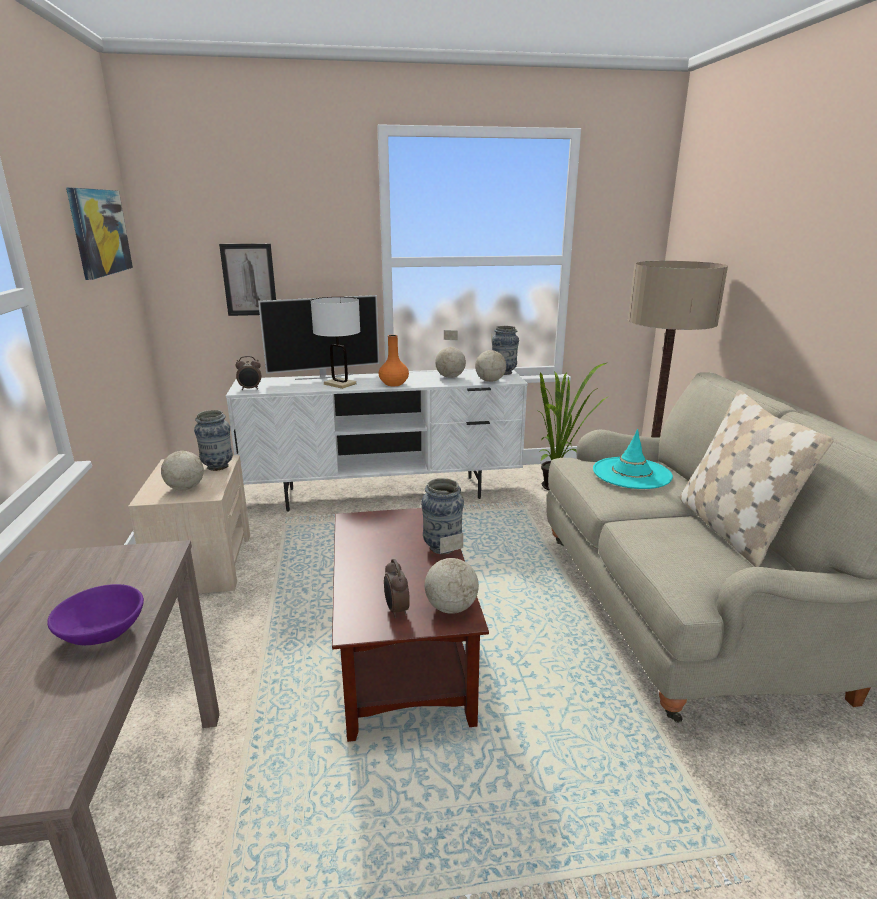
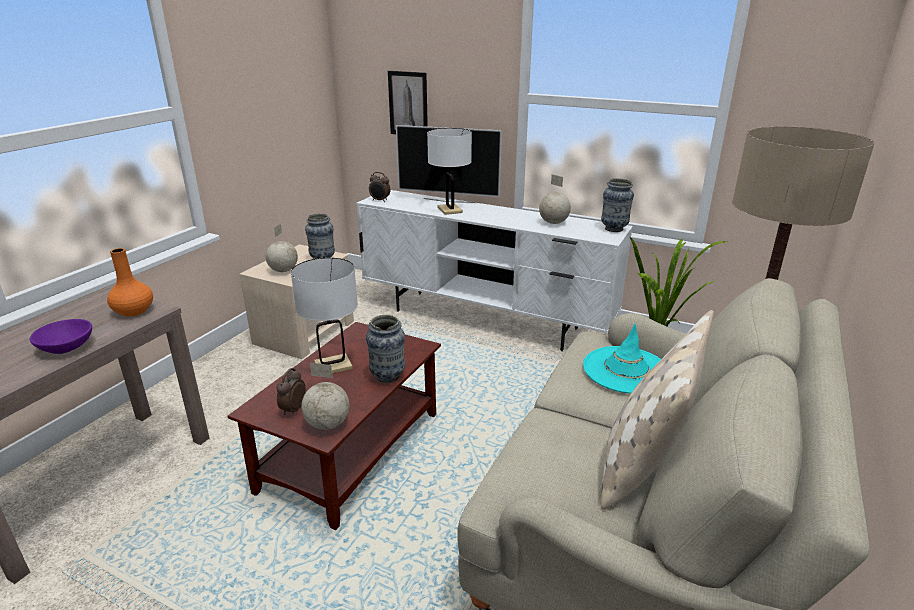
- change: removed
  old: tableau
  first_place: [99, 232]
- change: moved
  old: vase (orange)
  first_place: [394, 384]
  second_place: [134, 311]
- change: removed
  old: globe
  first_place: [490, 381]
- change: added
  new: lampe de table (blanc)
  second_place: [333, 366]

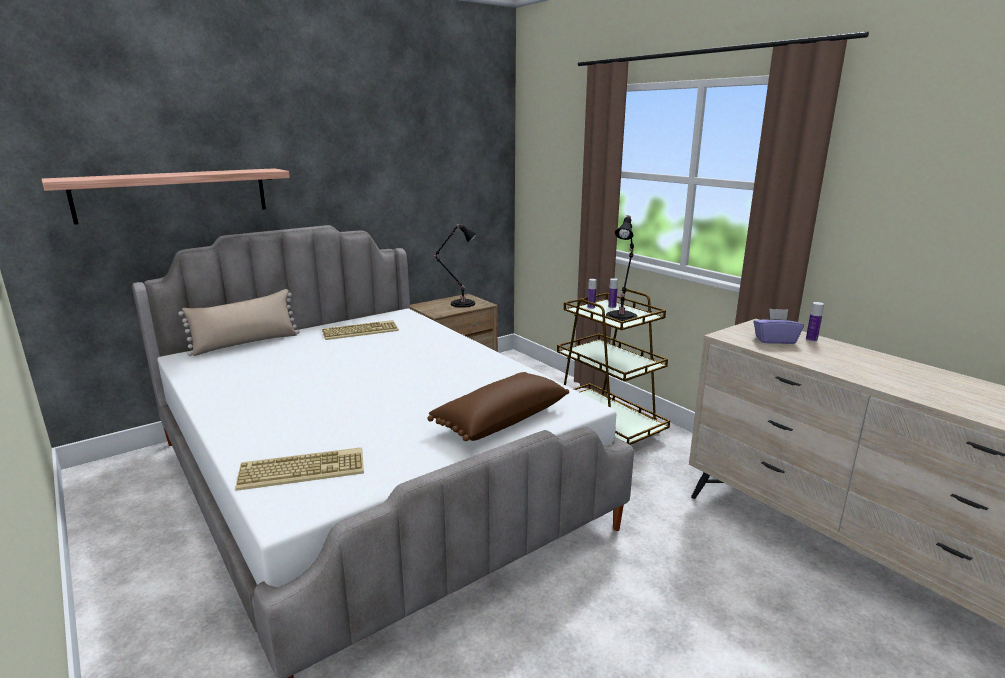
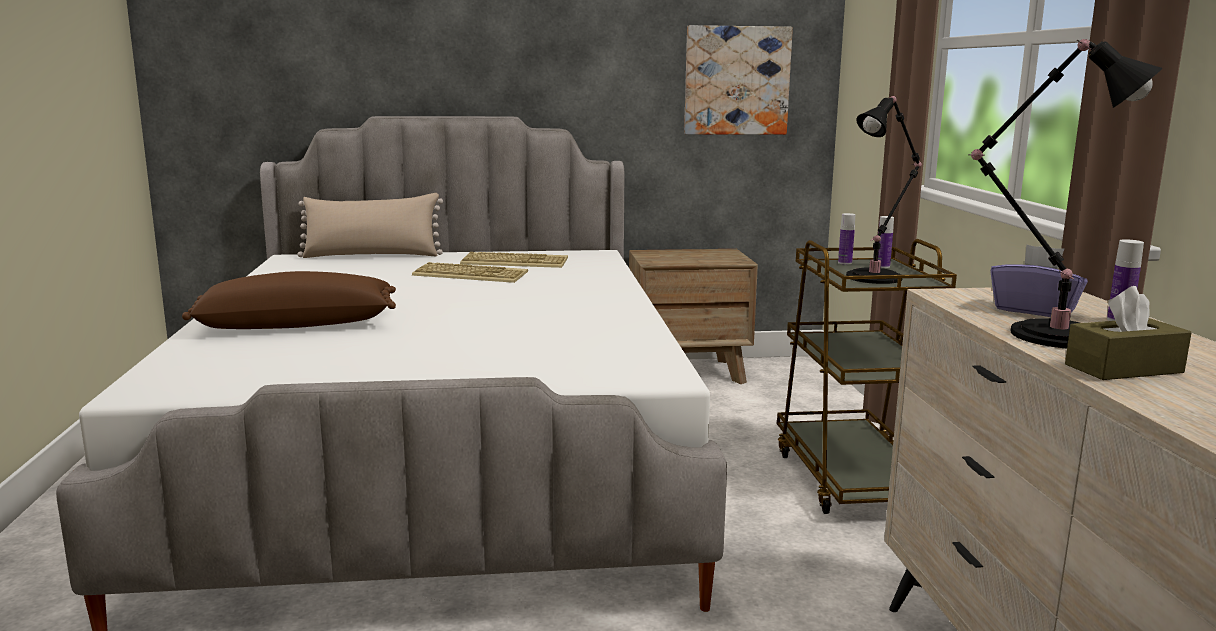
- change: removed
  old: étagère
  first_place: [173, 194]
- change: moved
  old: clavier
  first_place: [303, 469]
  second_place: [472, 274]
- change: moved
  old: coussin (marron)
  first_place: [500, 419]
  second_place: [297, 324]
- change: moved
  old: lampe de table (noir)
  first_place: [460, 304]
  second_place: [1048, 335]
- change: added
  new: tableau
  second_place: [736, 81]
- change: added
  new: boîte à mouchoirs (marron)
  second_place: [1123, 368]

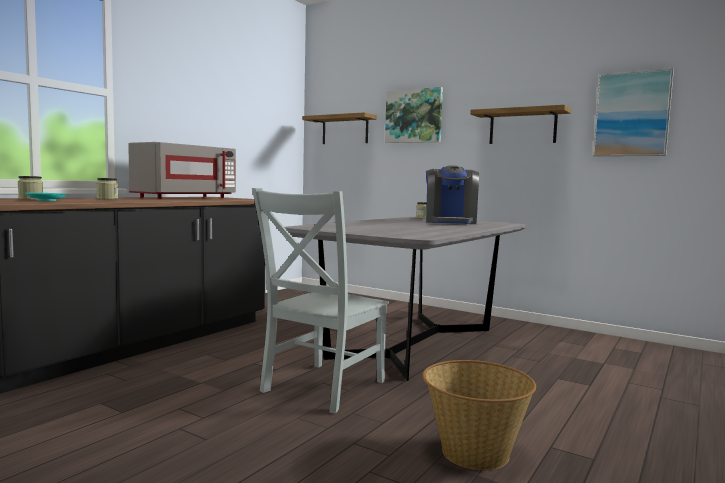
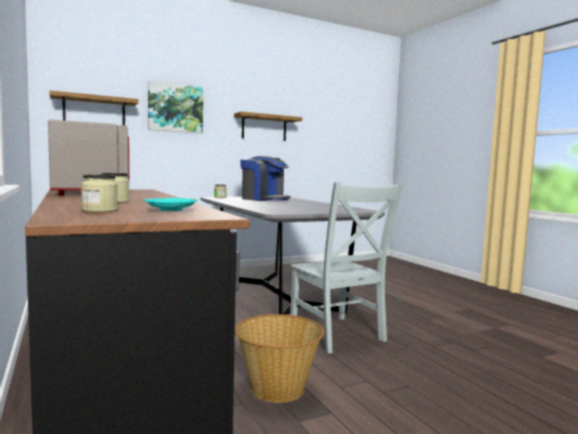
- change: moved
  old: panier
  first_place: [474, 453]
  second_place: [277, 389]
- change: removed
  old: tableau
  first_place: [632, 114]

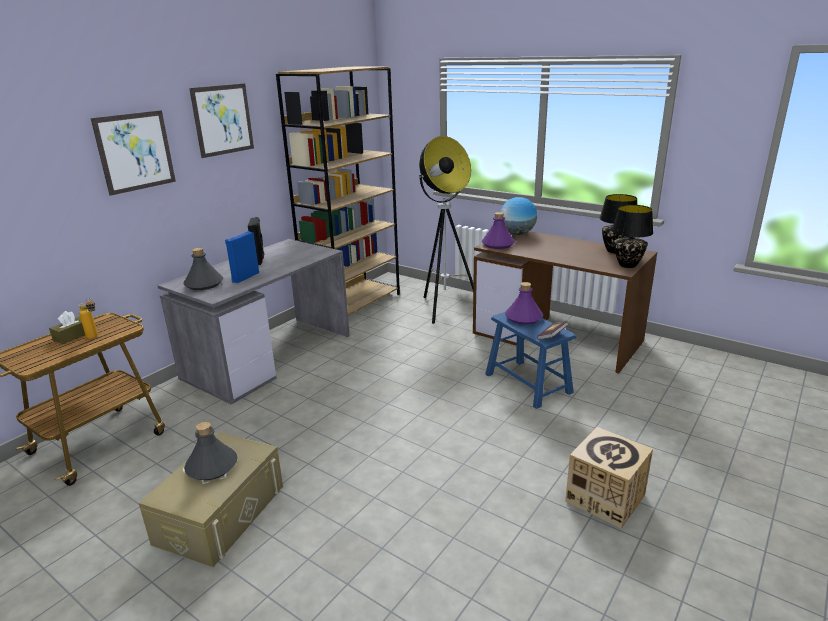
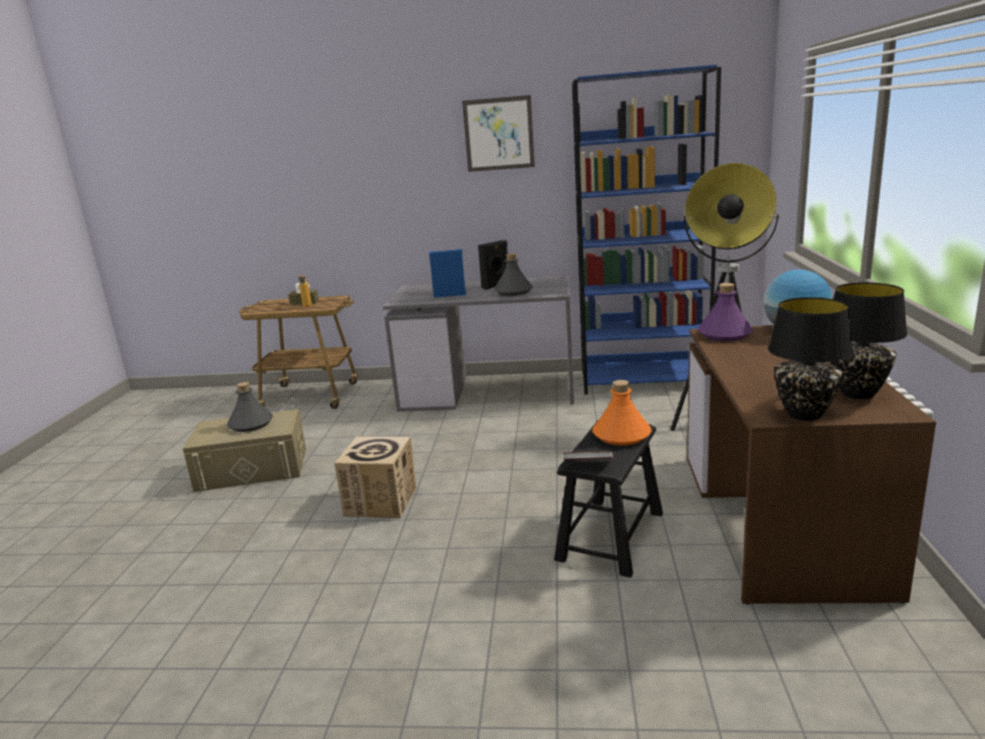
- change: removed
  old: tableau
  first_place: [135, 152]
- change: moved
  old: bouteille (gris)
  first_place: [204, 284]
  second_place: [513, 292]
- change: recoloured
  old: bibliothèque (marron)
  new: bibliothèque (bleu)
  first_place: [353, 304]
  second_place: [644, 380]
- change: recoloured
  old: tabouret (bleu)
  new: tabouret (noir)
  first_place: [528, 383]
  second_place: [610, 536]
- change: recoloured
  old: bouteille (violet)
  new: bouteille (orange)
  first_place: [523, 318]
  second_place: [622, 435]
- change: moved
  old: carton
  first_place: [605, 498]
  second_place: [381, 501]

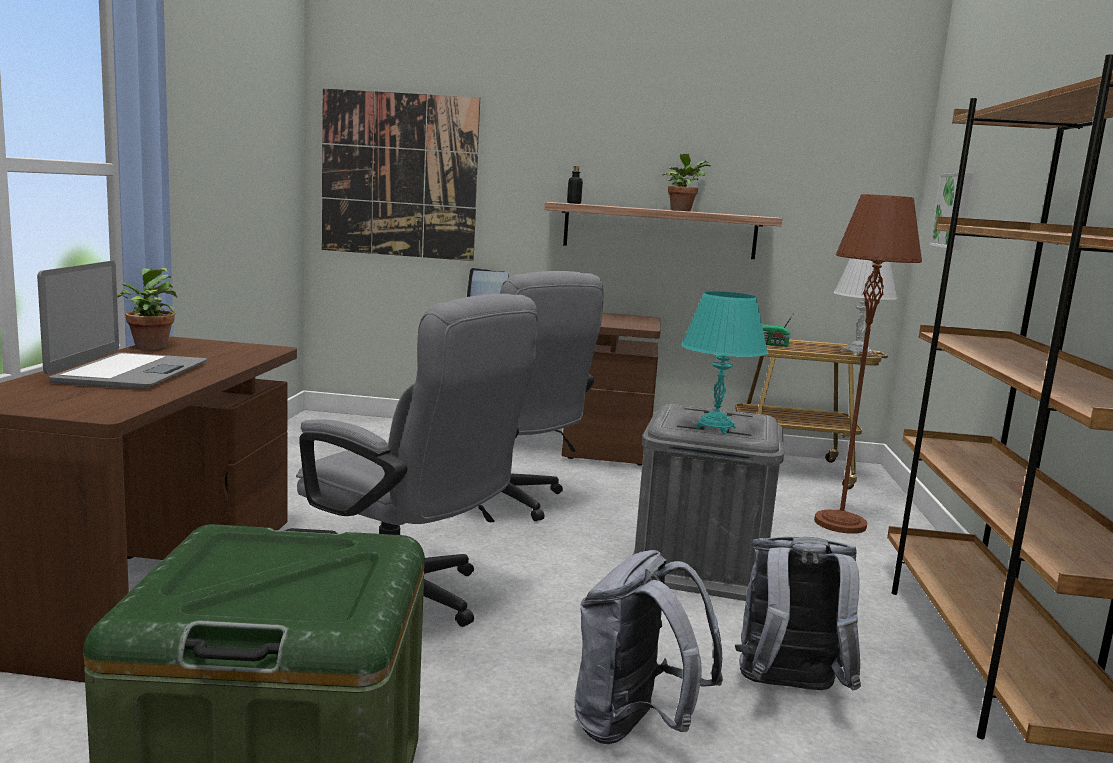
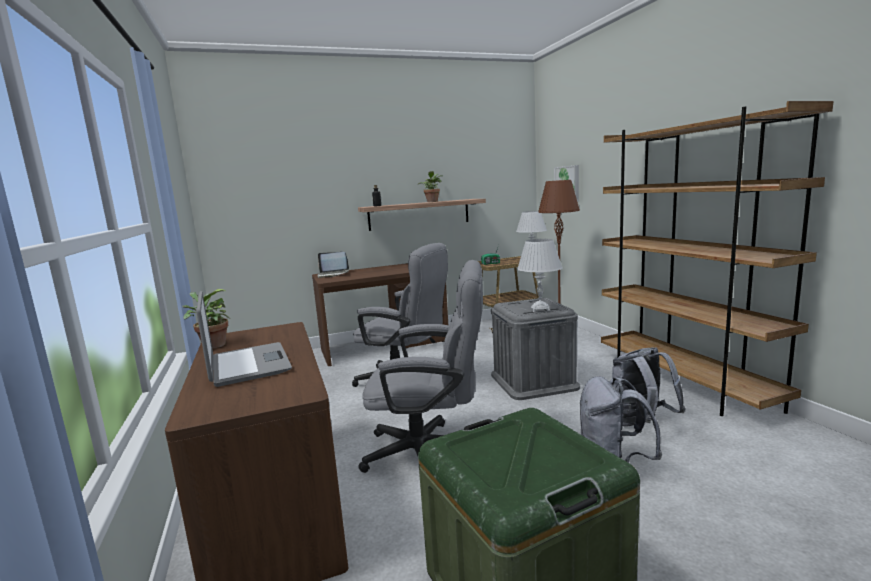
- change: removed
  old: tableau
  first_place: [399, 175]
- change: recoloured
  old: lampe de table (turquoise)
  new: lampe de table (blanc)
  first_place: [715, 428]
  second_place: [540, 309]

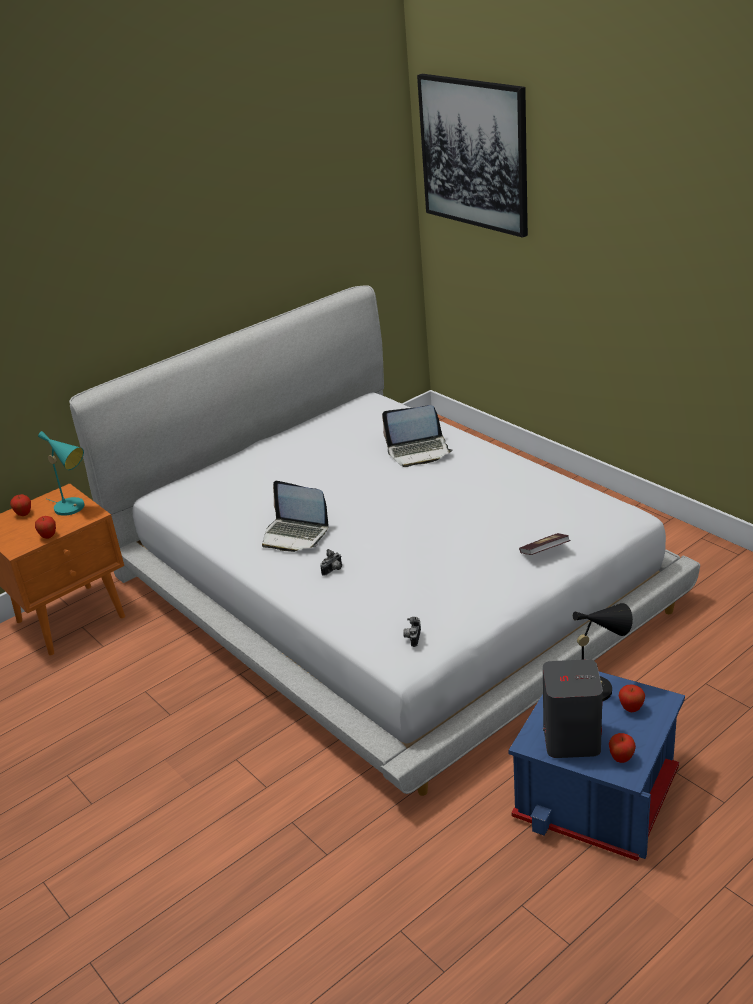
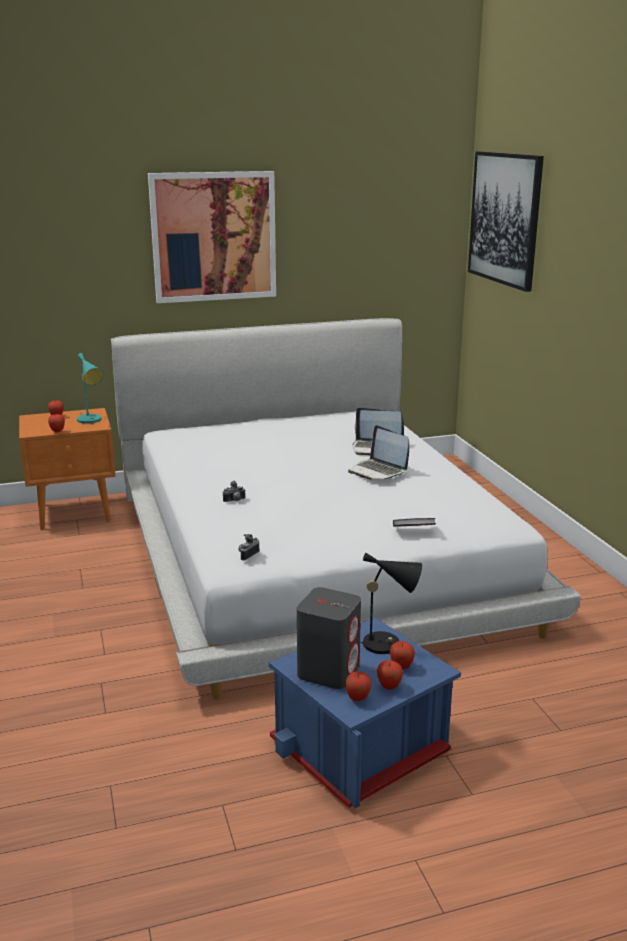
- change: moved
  old: ordinateur portable
  first_place: [295, 535]
  second_place: [378, 471]
- change: added
  new: tableau
  second_place: [214, 237]
- change: added
  new: pomme
  second_place: [389, 687]

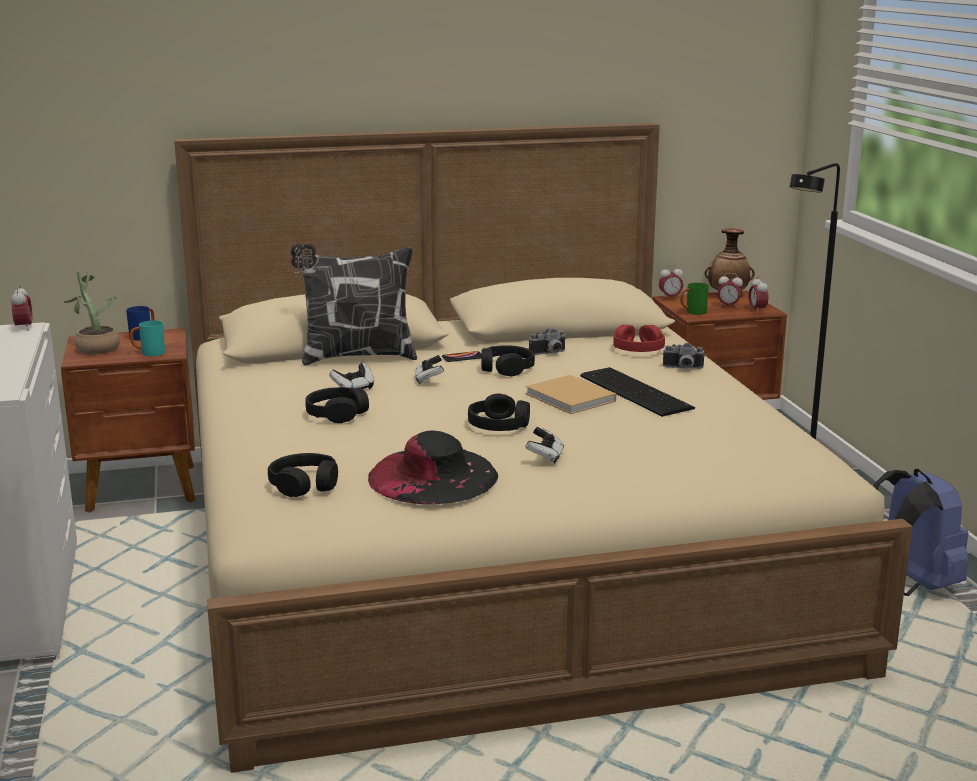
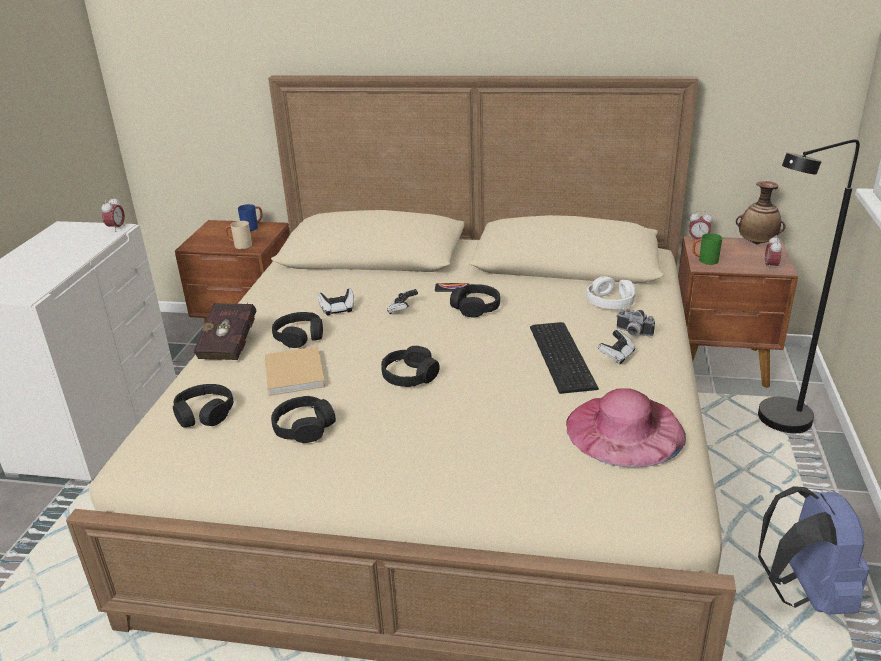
- change: removed
  old: plante en pot
  first_place: [95, 347]
- change: recoloured
  old: mug (turquoise)
  new: mug (beige)
  first_place: [148, 353]
  second_place: [239, 246]
- change: removed
  old: coussin
  first_place: [356, 357]
- change: replaced
  old: chapeau (noir)
  new: casque audio (noir)
  first_place: [433, 476]
  second_place: [304, 427]
- change: moved
  old: manette
  first_place: [545, 457]
  second_place: [616, 356]
- change: moved
  old: livre (beige)
  first_place: [572, 398]
  second_place: [294, 375]
- change: removed
  old: appareil photo
  first_place: [549, 353]
- change: recoloured
  old: casque audio (rouge)
  new: casque audio (blanc)
  first_place: [638, 349]
  second_place: [610, 302]
- change: removed
  old: réveil
  first_place: [728, 306]
- change: added
  new: livre (rouge)
  second_place: [231, 345]
- change: added
  new: chapeau (rose)
  second_place: [625, 429]

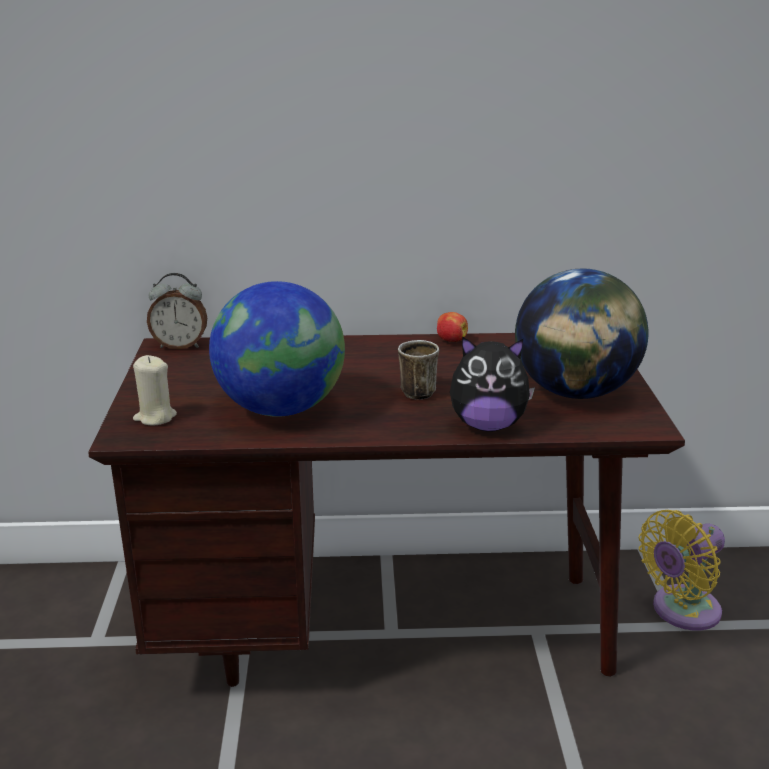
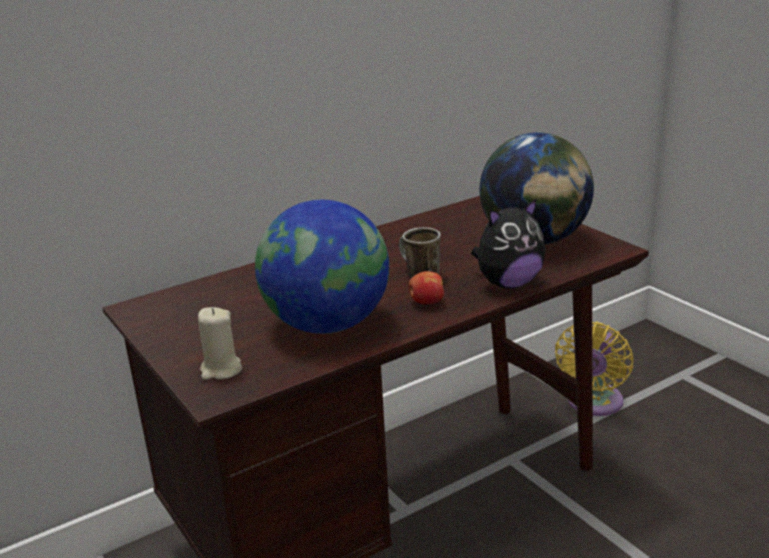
- change: removed
  old: réveil
  first_place: [180, 345]
- change: moved
  old: pomme
  first_place: [451, 340]
  second_place: [426, 303]

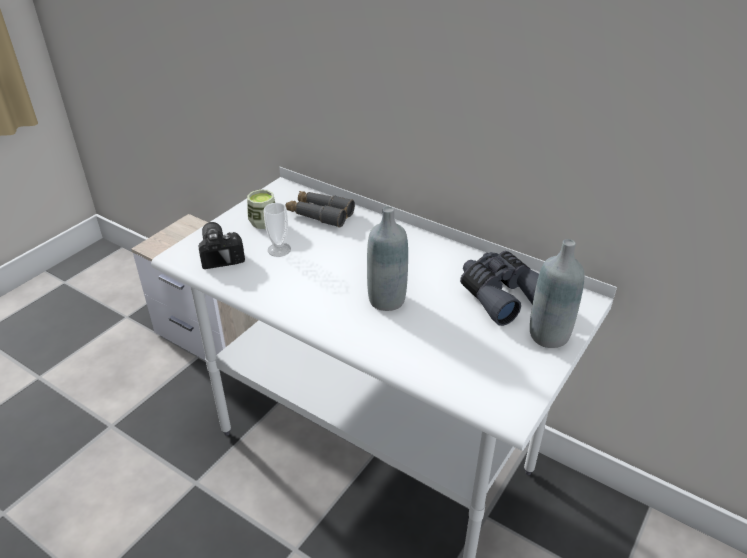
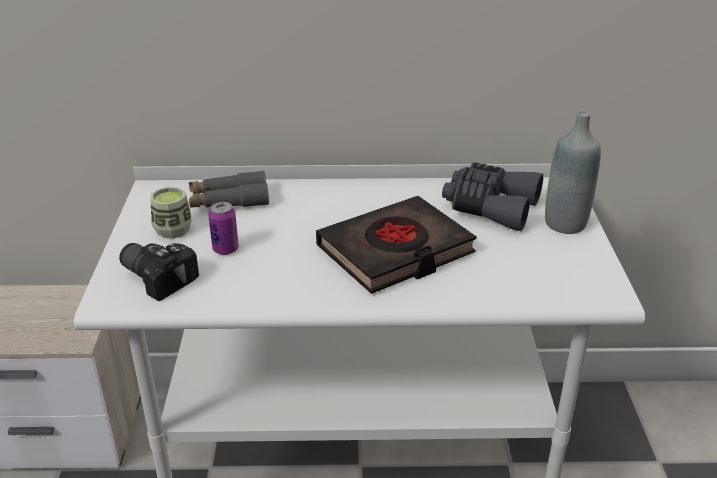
- change: replaced
  old: tasse
  new: boîte métallique
  first_place: [279, 249]
  second_place: [225, 249]
- change: replaced
  old: bouteille (gris)
  new: livre (noir)
  first_place: [386, 300]
  second_place: [395, 251]

